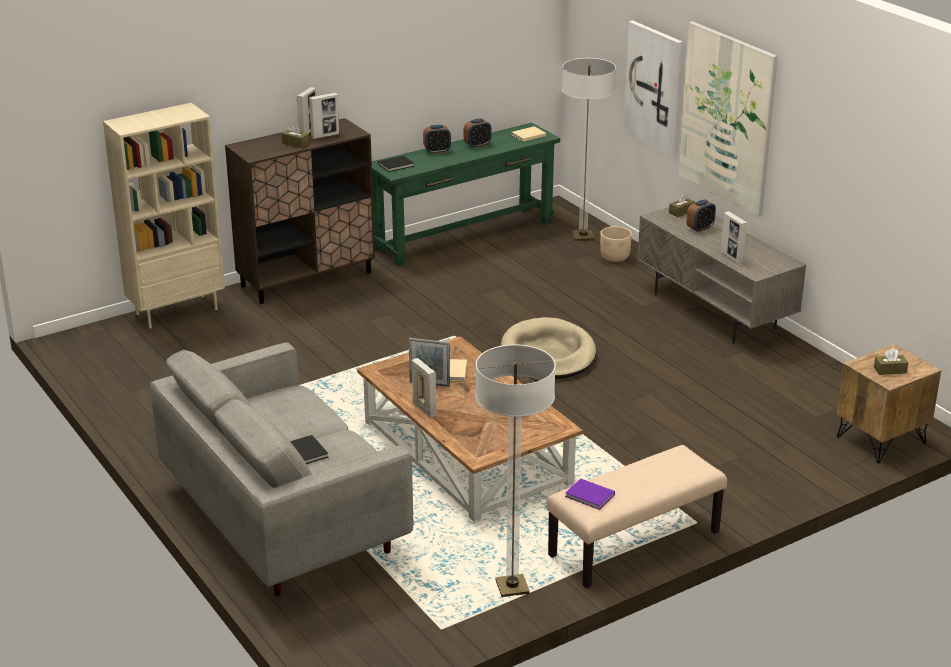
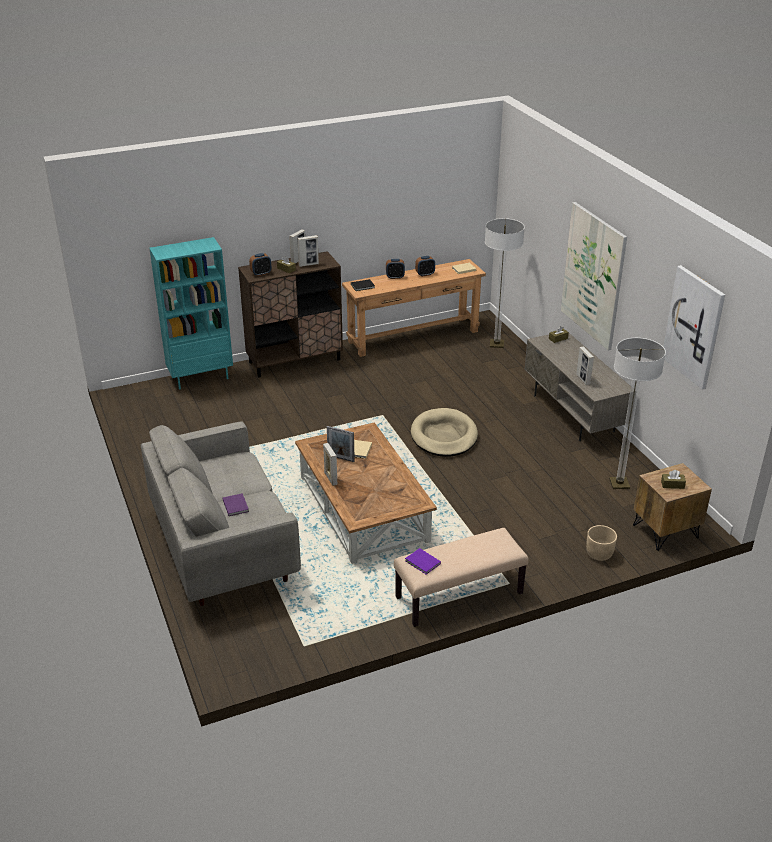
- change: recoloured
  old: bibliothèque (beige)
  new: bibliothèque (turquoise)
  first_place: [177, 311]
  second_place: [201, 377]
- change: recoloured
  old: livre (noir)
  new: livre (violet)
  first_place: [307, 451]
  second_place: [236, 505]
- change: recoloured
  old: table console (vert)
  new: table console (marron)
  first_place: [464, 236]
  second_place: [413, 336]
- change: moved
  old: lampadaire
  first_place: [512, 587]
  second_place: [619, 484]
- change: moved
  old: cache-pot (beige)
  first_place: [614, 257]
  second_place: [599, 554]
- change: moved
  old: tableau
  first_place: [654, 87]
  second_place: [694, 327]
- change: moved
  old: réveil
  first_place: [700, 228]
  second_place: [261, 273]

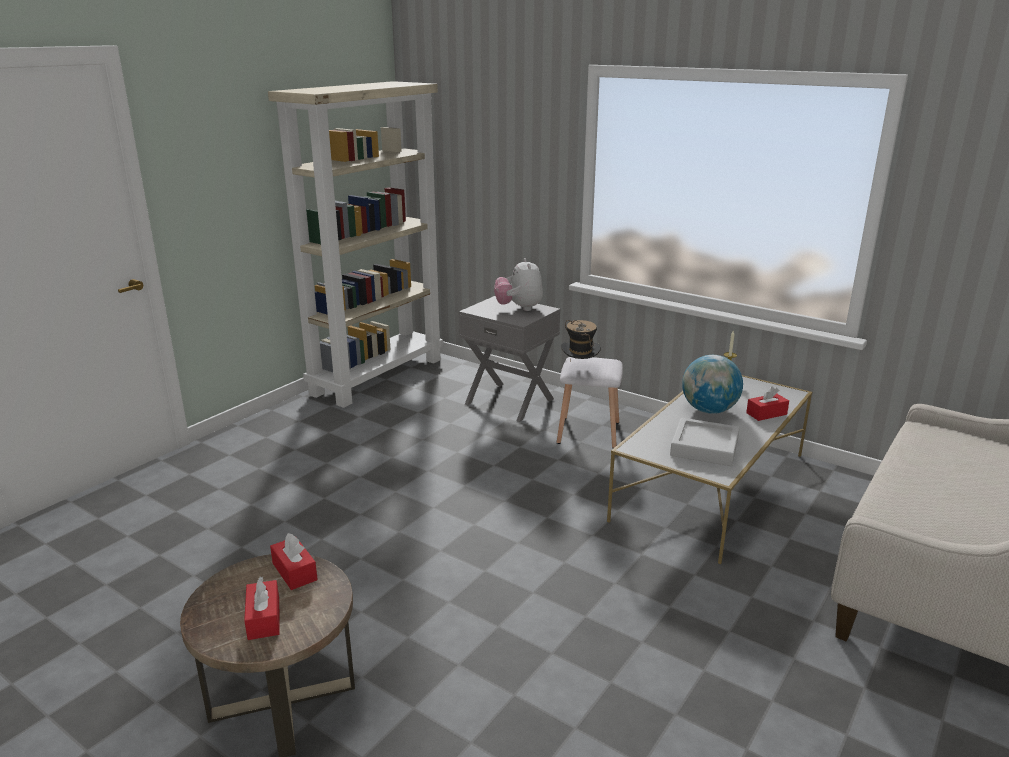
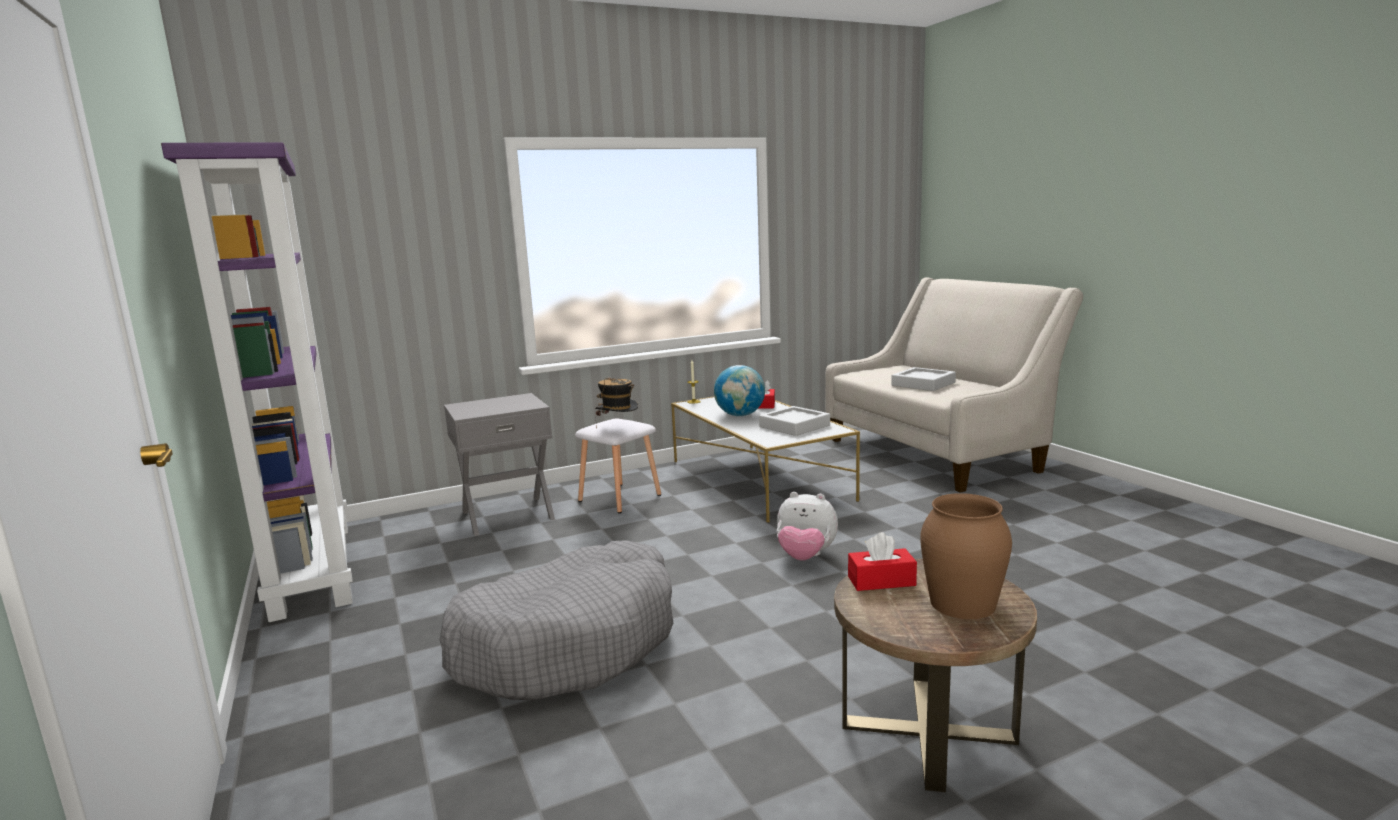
- change: replaced
  old: boîte à mouchoirs (rouge)
  new: vase (marron)
  first_place: [264, 619]
  second_place: [962, 603]
- change: recoloured
  old: bibliothèque (beige)
  new: bibliothèque (violet)
  first_place: [377, 376]
  second_place: [311, 569]
- change: moved
  old: peluche
  first_place: [519, 308]
  second_place: [805, 557]
- change: added
  new: panier pour chien (gris)
  second_place: [569, 643]
- change: added
  new: plateau (gris)
  second_place: [923, 384]

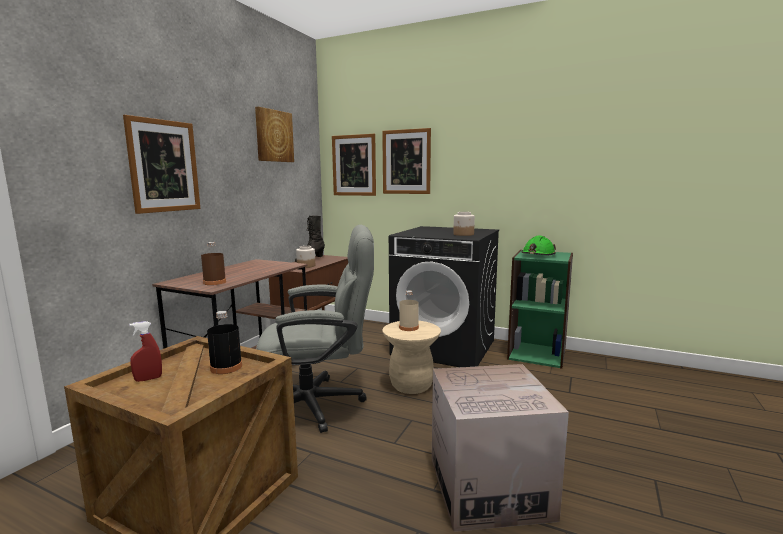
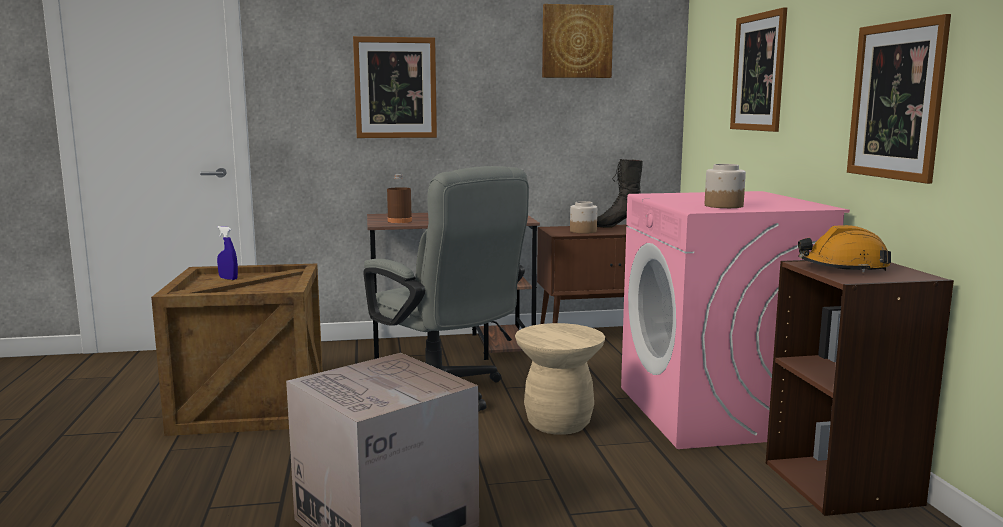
- change: recoloured
  old: vaporisateur (rouge)
  new: vaporisateur (bleu)
  first_place: [148, 379]
  second_place: [228, 279]
- change: removed
  old: bouteille (noir)
  first_place: [226, 367]
- change: moved
  old: tableau
  first_place: [354, 165]
  second_place: [896, 101]
- change: recoloured
  old: lave-linge (noir)
  new: lave-linge (rose)
  first_place: [444, 347]
  second_place: [716, 411]
- change: removed
  old: bouteille (beige)
  first_place: [408, 327]
- change: recoloured
  old: bibliothèque (vert)
  new: bibliothèque (marron)
  first_place: [537, 354]
  second_place: [843, 483]
- change: recoloured
  old: casque de chantier (vert)
  new: casque de chantier (orange)
  first_place: [538, 255]
  second_place: [843, 268]

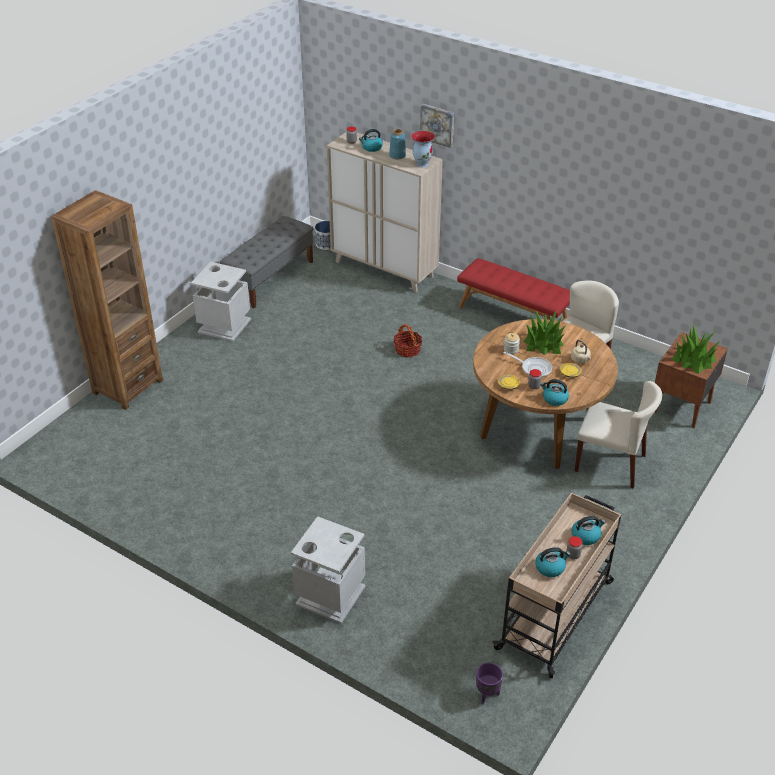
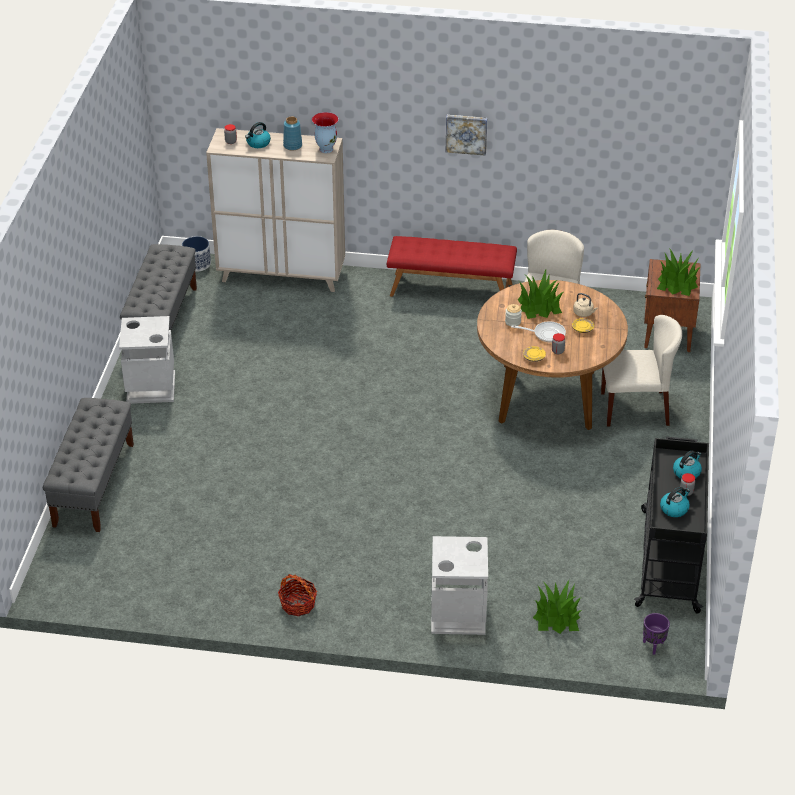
- change: replaced
  old: bibliothèque (marron)
  new: banc (gris)
  first_place: [127, 387]
  second_place: [94, 484]
- change: moved
  old: panier
  first_place: [407, 350]
  second_place: [298, 604]
- change: moved
  old: tableau
  first_place: [437, 124]
  second_place: [466, 133]
- change: recoloured
  old: chariot (beige)
  new: chariot (noir)
  first_place: [556, 614]
  second_place: [669, 559]
- change: removed
  old: bouilloire
  first_place: [554, 399]
- change: added
  new: plante en pot
  second_place: [556, 617]

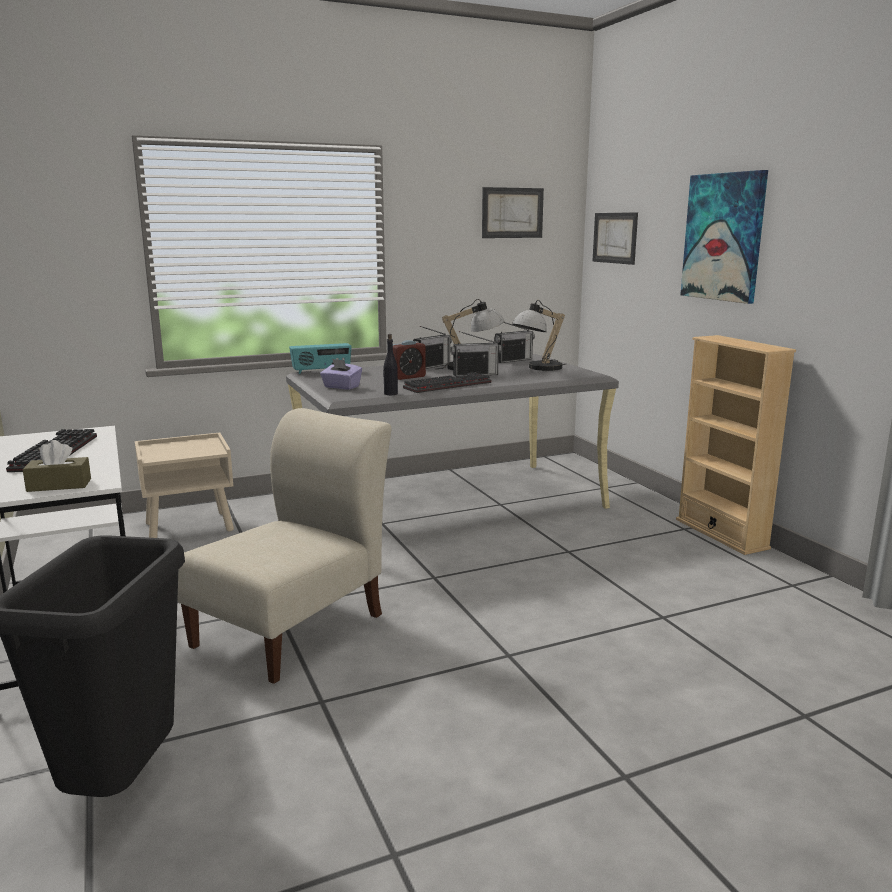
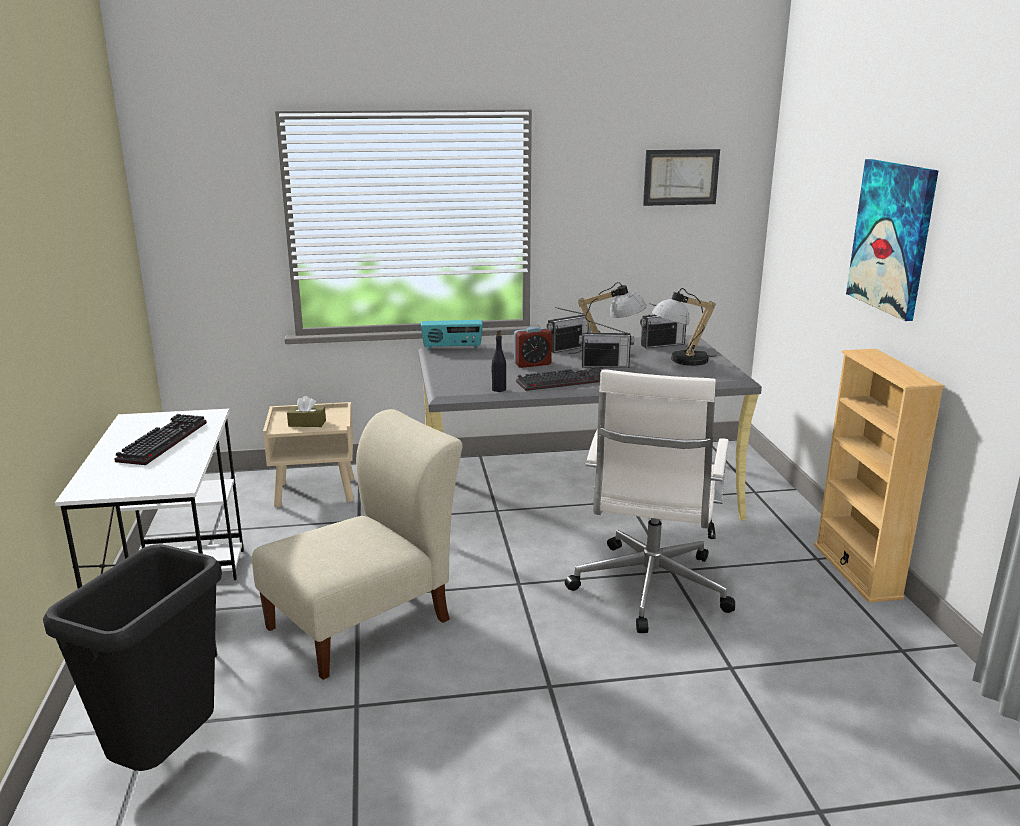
- change: moved
  old: boîte à mouchoirs (marron)
  first_place: [59, 485]
  second_place: [307, 423]
- change: removed
  old: boîte à mouchoirs (violet)
  first_place: [341, 387]
- change: removed
  old: tableau
  first_place: [615, 238]
- change: added
  new: chaise de bureau (blanc)
  second_place: [649, 589]

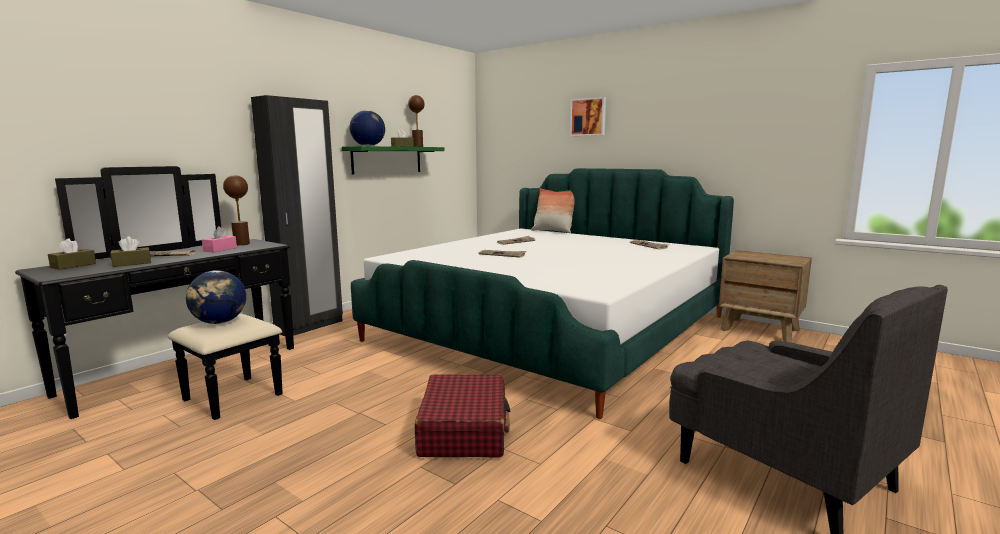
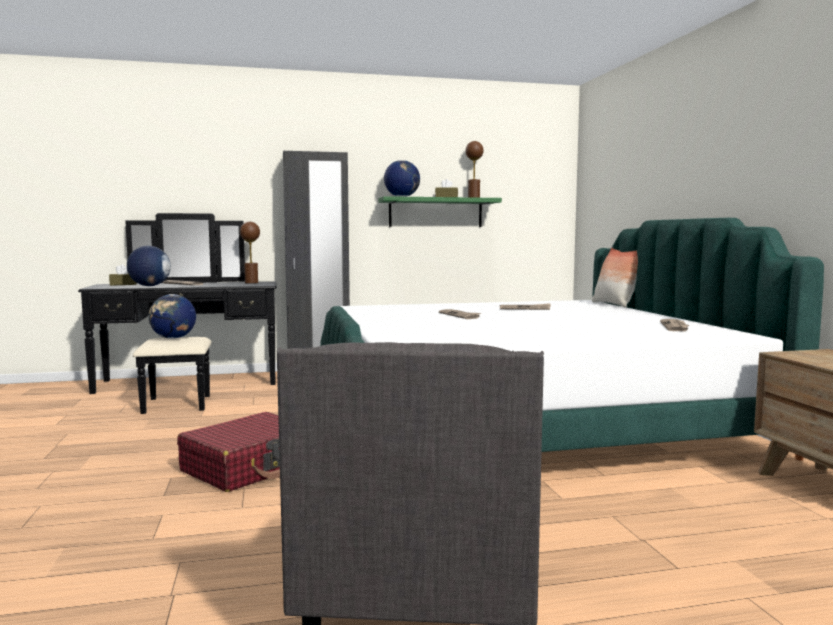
- change: replaced
  old: boîte à mouchoirs (marron)
  new: globe
  first_place: [132, 263]
  second_place: [149, 286]
- change: removed
  old: boîte à mouchoirs (rose)
  first_place: [220, 249]
- change: removed
  old: tableau
  first_place: [588, 117]

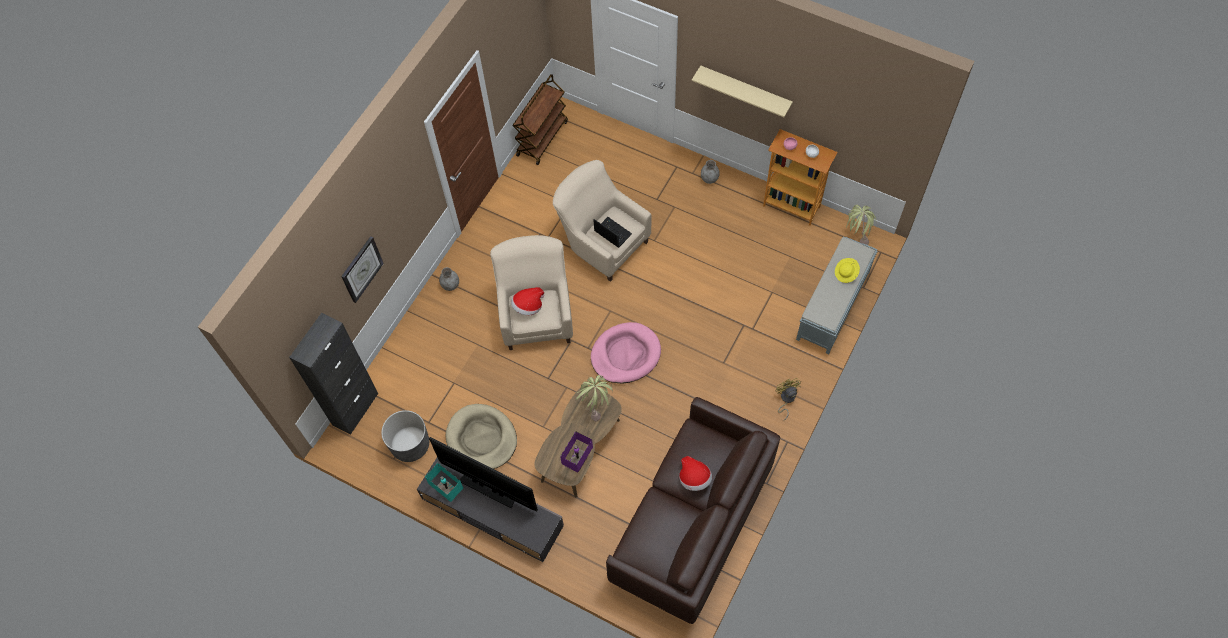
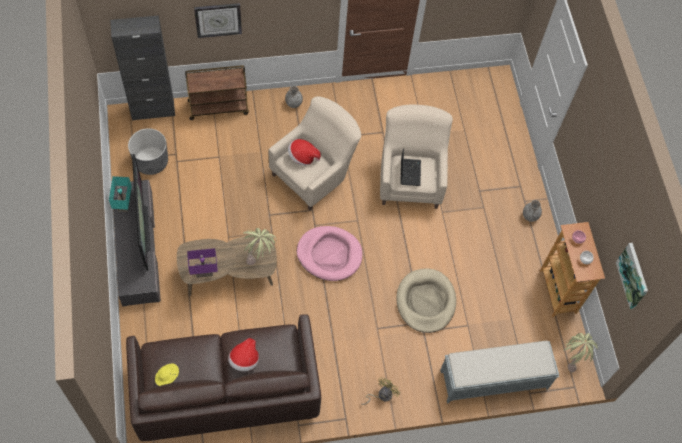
- change: moved
  old: panier pour chien (beige)
  first_place: [482, 438]
  second_place: [425, 302]
- change: moved
  old: chariot (marron)
  first_place: [542, 138]
  second_place: [218, 107]
- change: removed
  old: étagère (beige)
  first_place: [745, 90]
- change: moved
  old: chapeau (jaune)
  first_place: [846, 273]
  second_place: [167, 377]
- change: added
  new: tableau
  second_place: [633, 276]

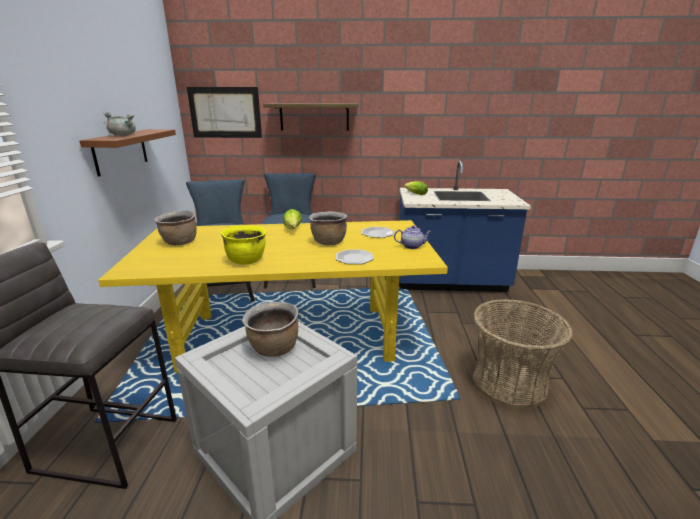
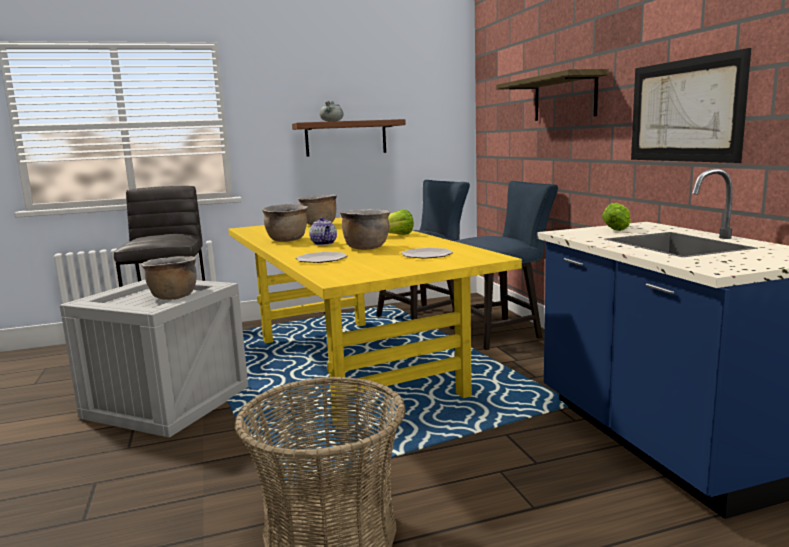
- change: moved
  old: tableau
  first_place: [225, 112]
  second_place: [684, 111]
- change: recoloured
  old: marmite (jaune)
  new: marmite (marron)
  first_place: [246, 260]
  second_place: [287, 240]
- change: moved
  old: théière
  first_place: [412, 246]
  second_place: [324, 243]

